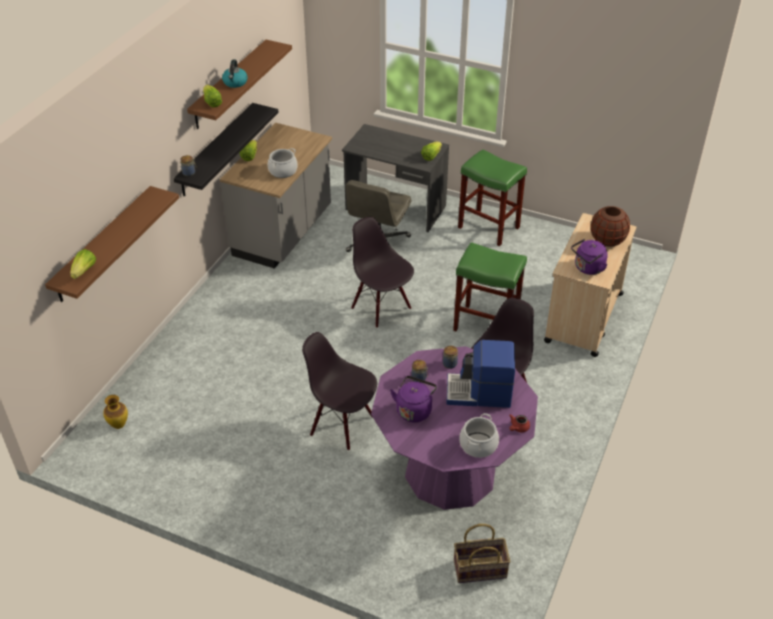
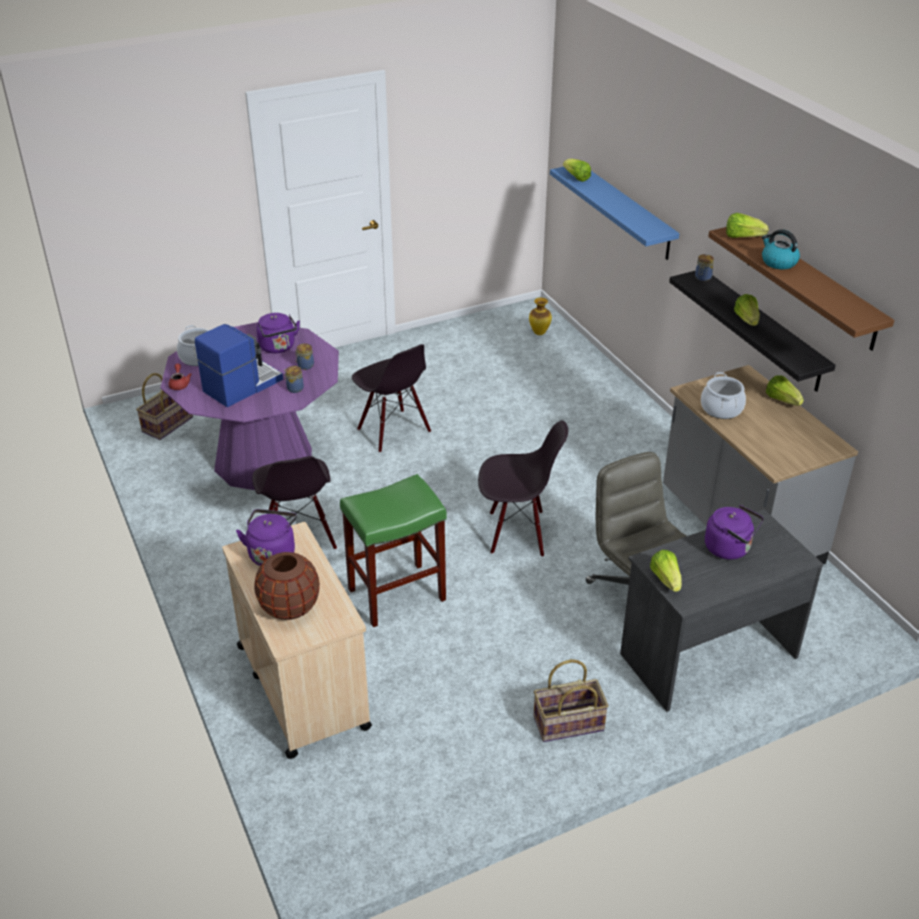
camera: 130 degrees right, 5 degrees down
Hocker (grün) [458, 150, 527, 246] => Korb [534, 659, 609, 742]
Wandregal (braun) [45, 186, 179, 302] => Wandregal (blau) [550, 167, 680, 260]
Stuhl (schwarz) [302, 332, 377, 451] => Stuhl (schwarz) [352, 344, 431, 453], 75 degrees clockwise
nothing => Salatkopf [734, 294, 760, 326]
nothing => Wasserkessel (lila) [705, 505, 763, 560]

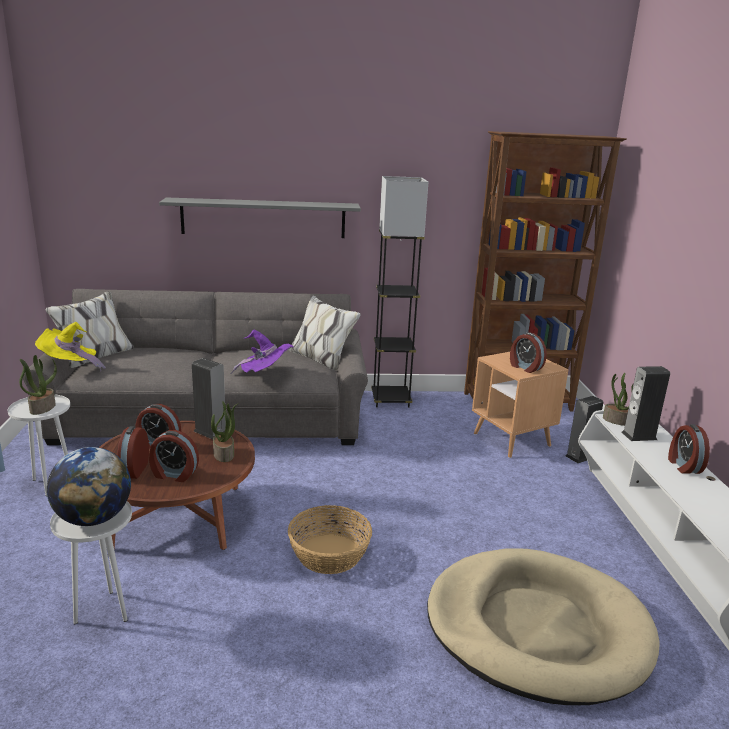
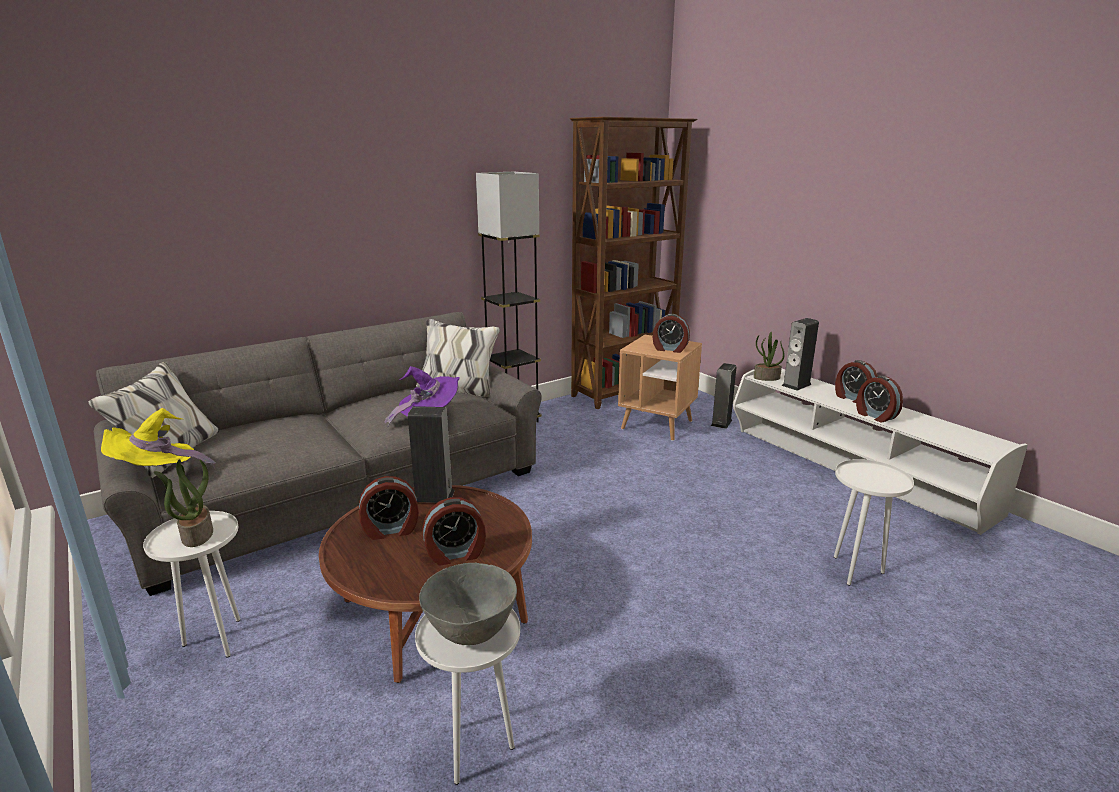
camera: 30 degrees left, 0 degrees up
Wandregal (grau) [159, 197, 361, 238] => nothing
Topfpflanze [211, 401, 238, 462] => nothing
Wecker [117, 426, 149, 479] => Wecker [856, 375, 903, 423], shifted
Globus [47, 447, 131, 526] => Schüssel (grau) [419, 563, 517, 645]
Korb [288, 505, 372, 574] => nothing
Hundebett (beige) [427, 548, 660, 705] => Beistelltisch (weiß) [834, 459, 914, 586]

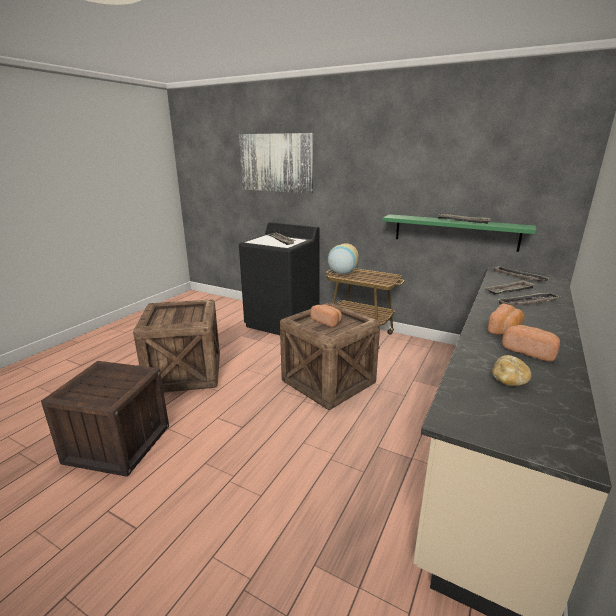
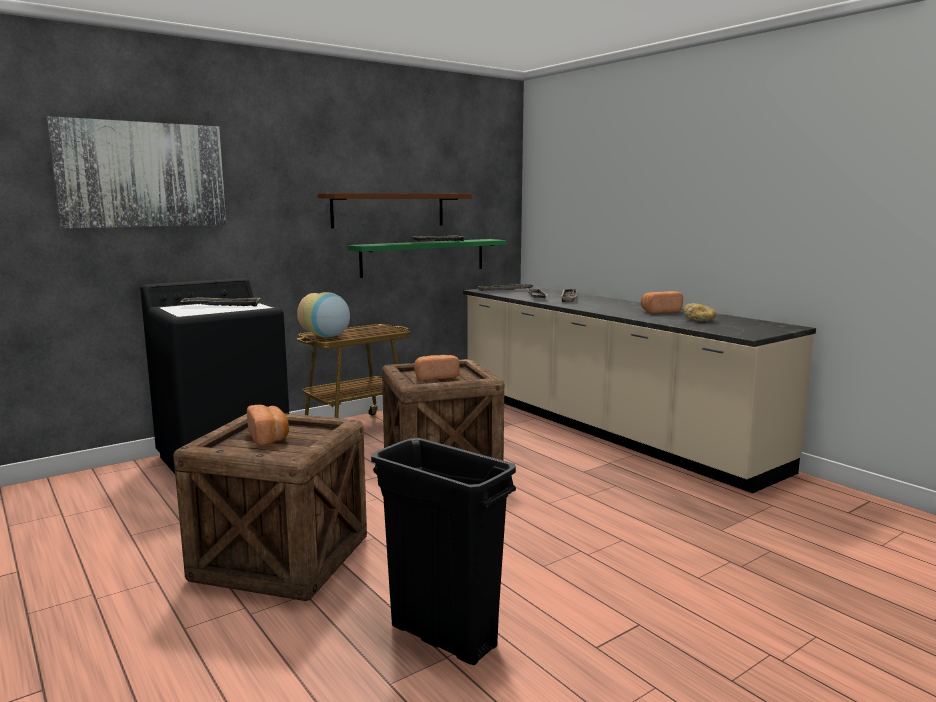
camera: 65 degrees left, 10 degrees down
Brot [488, 304, 525, 335] => Brot [247, 405, 289, 446], shifted
Kiste [41, 361, 169, 477] => Mülleimer (schwarz) [371, 438, 516, 665]
nothing => Wandregal (braun) [318, 193, 472, 228]

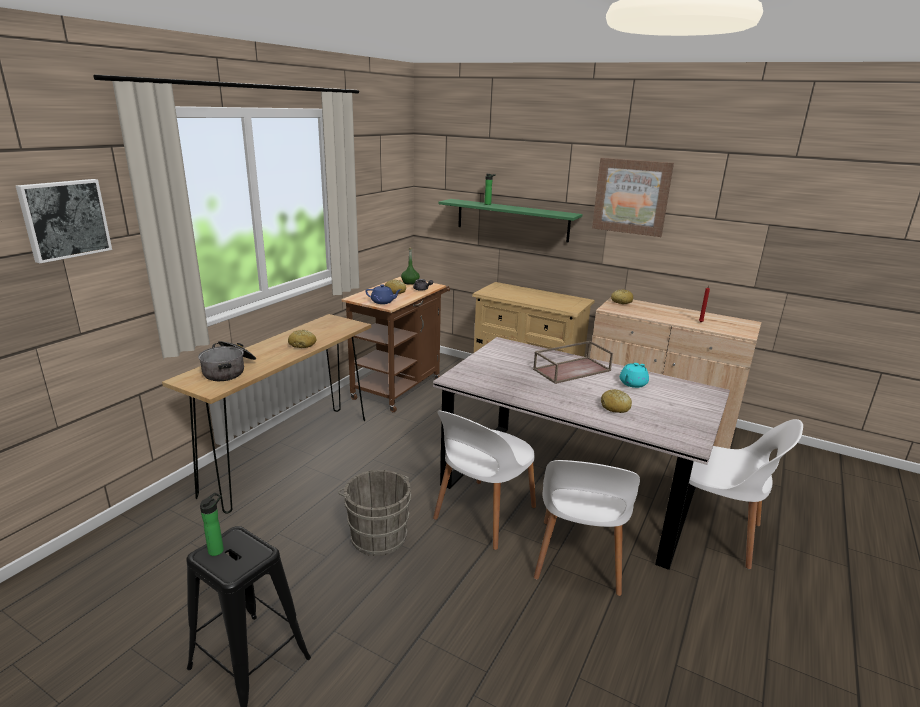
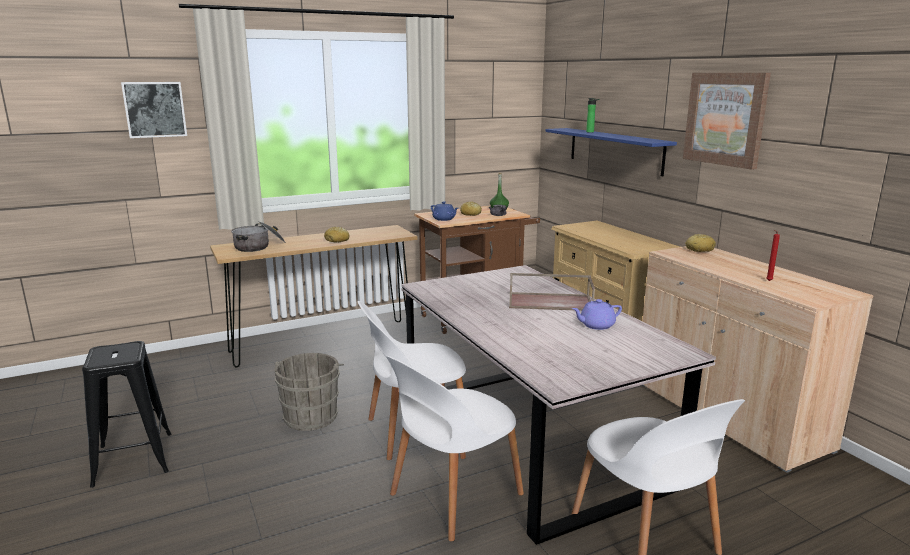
camera: 35 degrees right, 5 degrees down
Wandregal (grün) [438, 199, 582, 243] => Wandregal (blau) [546, 128, 677, 176]
Teekanne (türkis) [620, 363, 649, 388] => Teekanne (lila) [572, 299, 622, 330]
Brot [601, 389, 632, 413] => nothing
Flasche [200, 493, 224, 556] => nothing

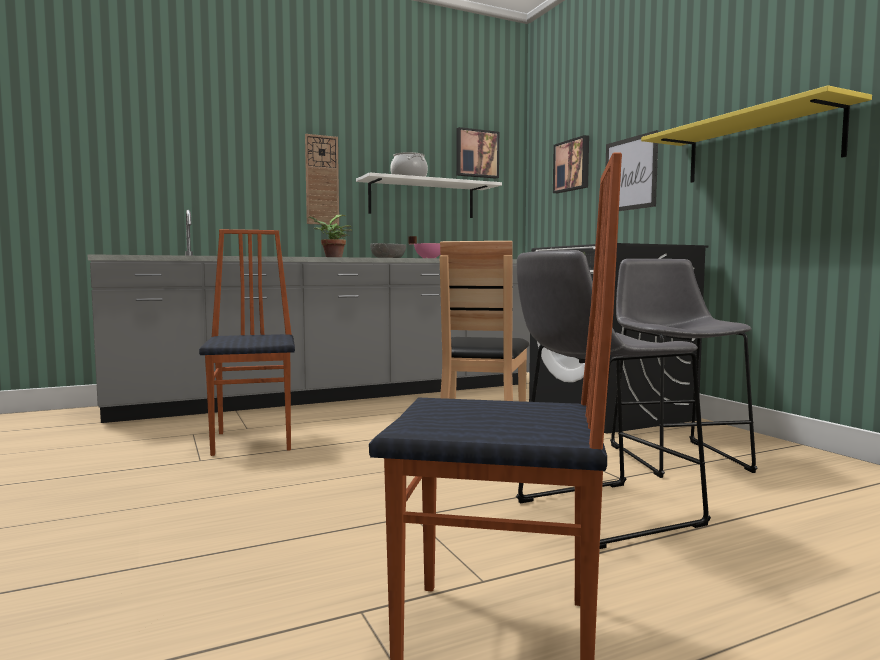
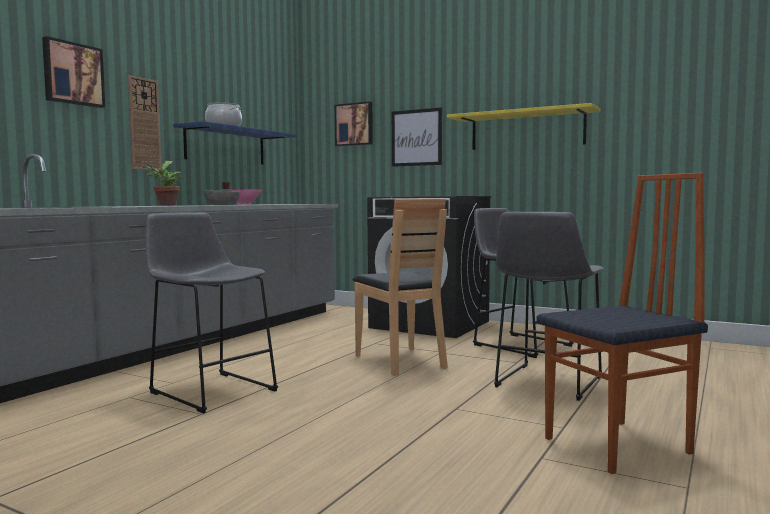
camera: 35 degrees left, 0 degrees up
Bild [456, 127, 499, 179] => Bild [42, 36, 105, 108], shifted
Wandregal (weiß) [356, 172, 502, 218] => Wandregal (blau) [173, 121, 297, 165]
Stuhl [199, 229, 295, 456] => Hocker (grau) [145, 212, 278, 414]

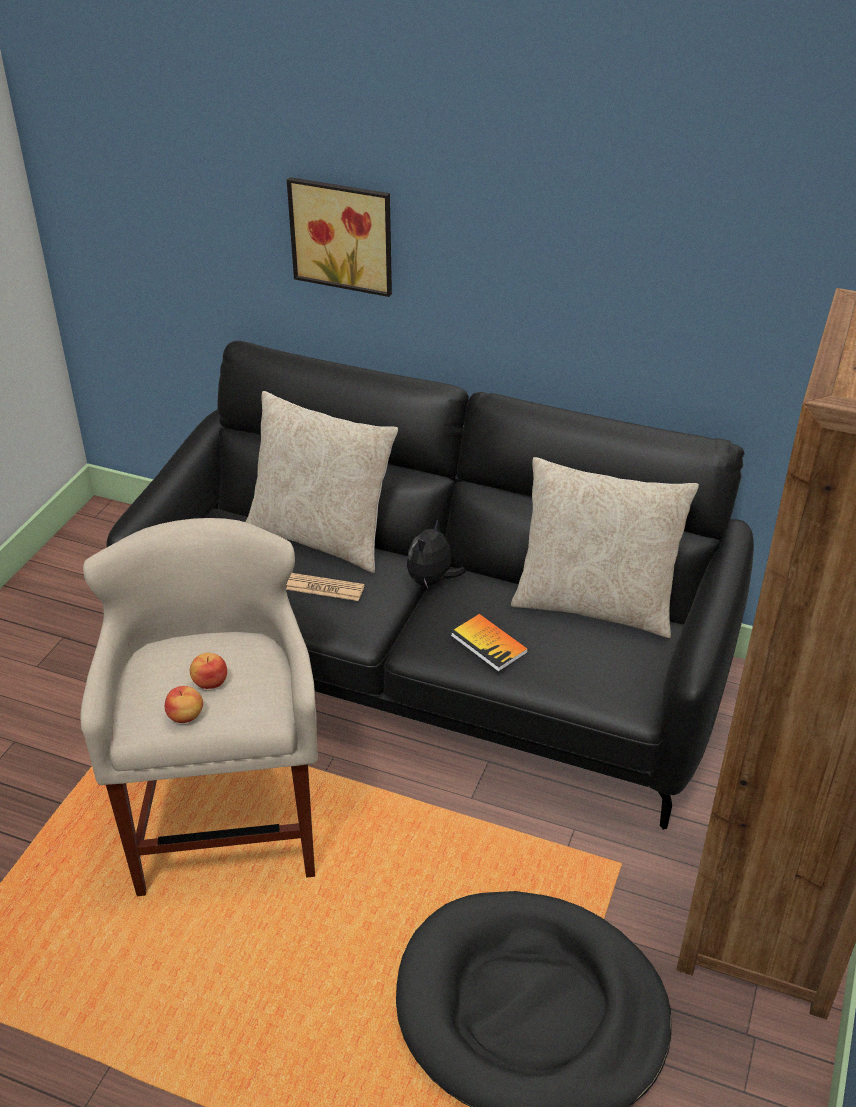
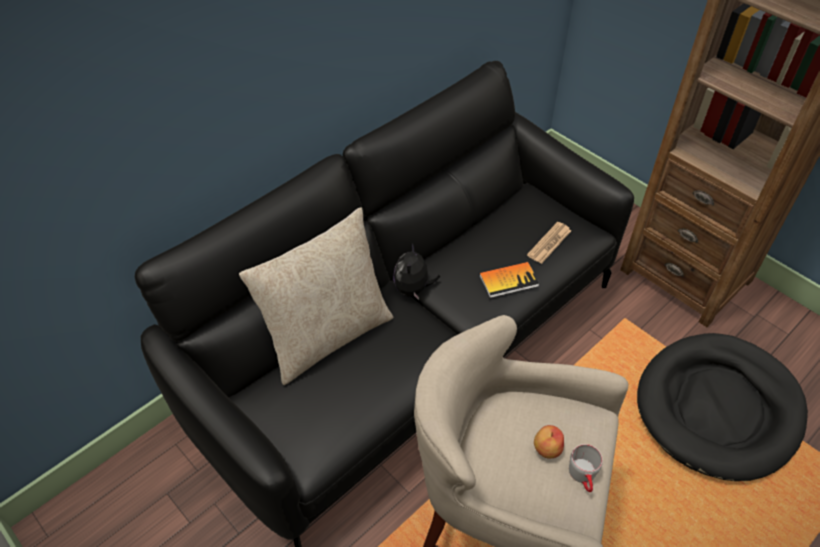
camera: 65 degrees left, 10 degrees up
Bild [287, 177, 392, 297] => nothing
Kissen (beige) [511, 457, 699, 638] => nothing
Plüschtier [407, 519, 466, 588] => Plüschtier [394, 243, 440, 300], 45 degrees clockwise
Zeitung [286, 573, 364, 601] => Zeitung [527, 222, 571, 264], shifted
Apfel [165, 686, 203, 723] => Henkelbecher (grau) [569, 444, 603, 492]

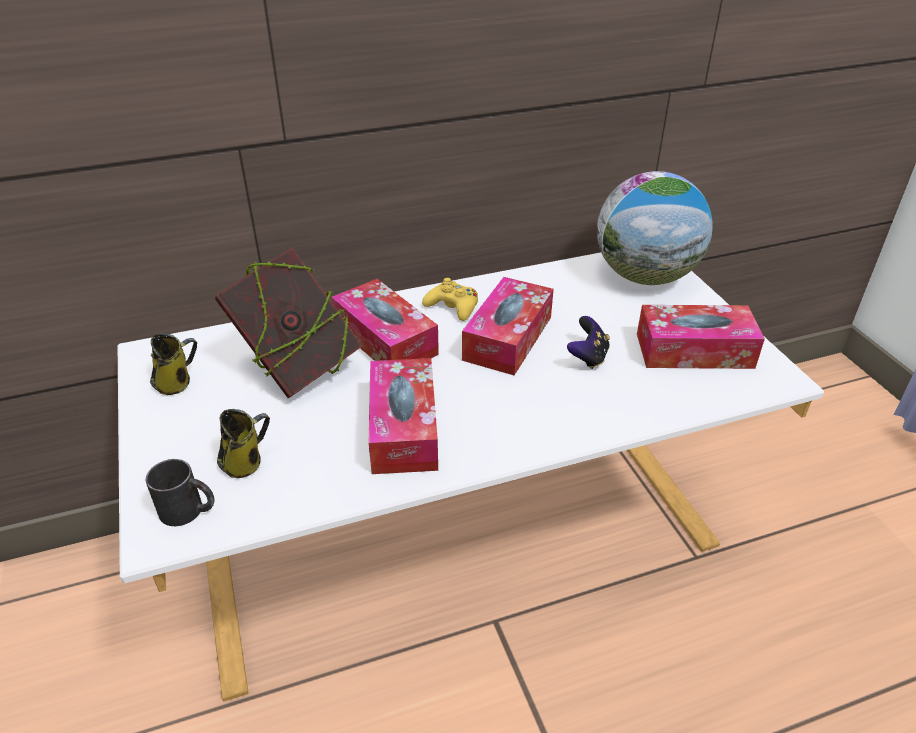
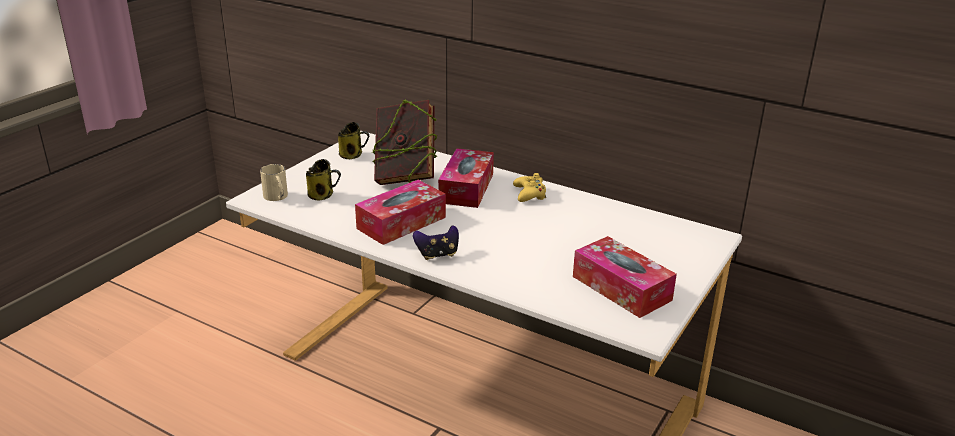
camera: 50 degrees right, 10 degrees down
Globus [597, 171, 713, 285] => nothing
Taschentuchbox [462, 277, 554, 375] => nothing
Gamepad [567, 316, 610, 369] => Gamepad [413, 225, 459, 260], shifted
Henkelbecher (schwarz) [146, 459, 215, 526] => Henkelbecher (beige) [260, 164, 288, 201]

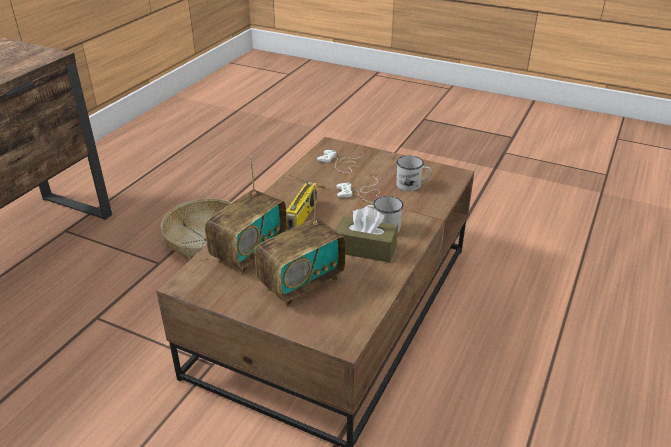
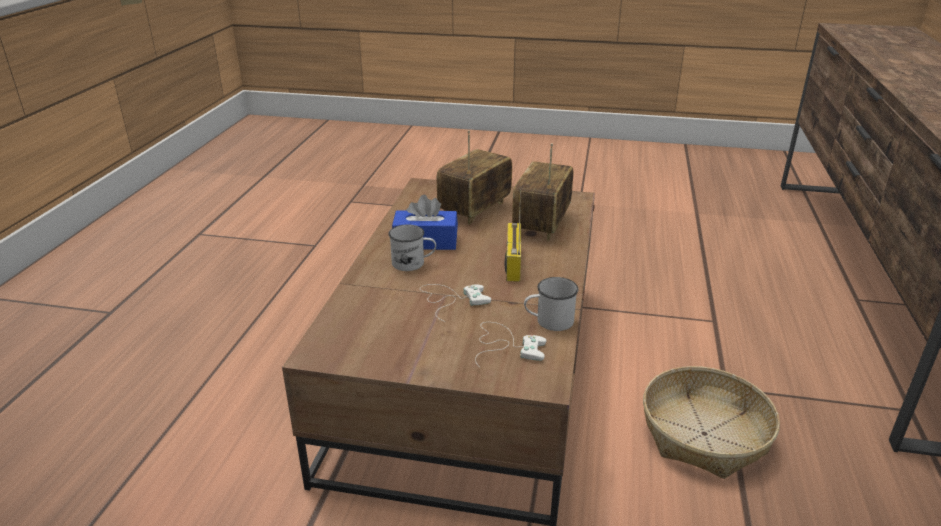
camera: 165 degrees right, 5 degrees down
Henkelbecher (weiß) [396, 155, 432, 191] => Henkelbecher (weiß) [524, 277, 579, 331], shifted
Taschentuchbox (braun) [336, 207, 398, 262] => Taschentuchbox (blau) [392, 195, 458, 250]

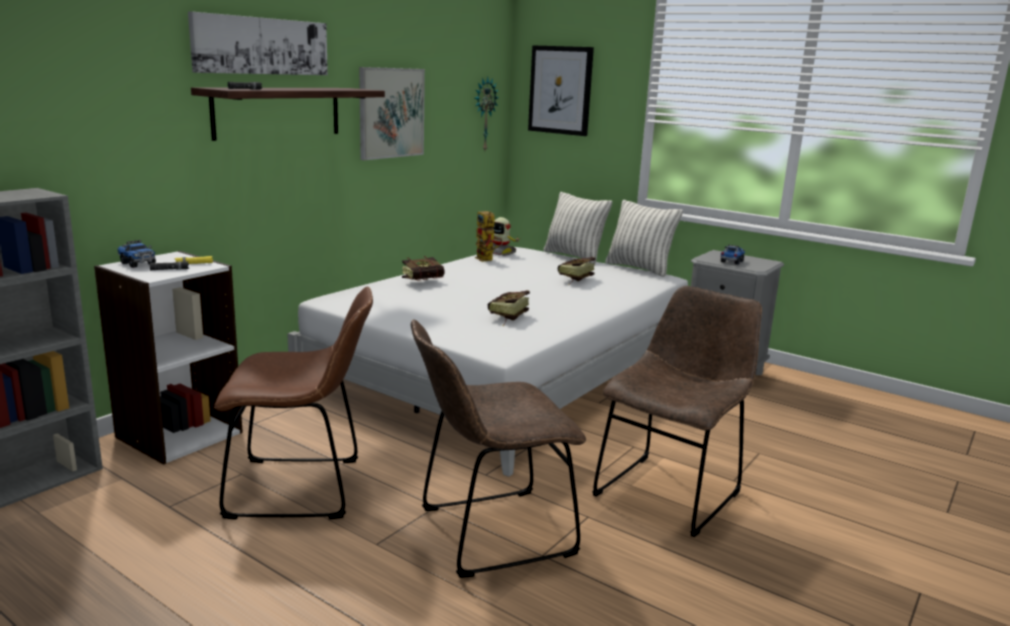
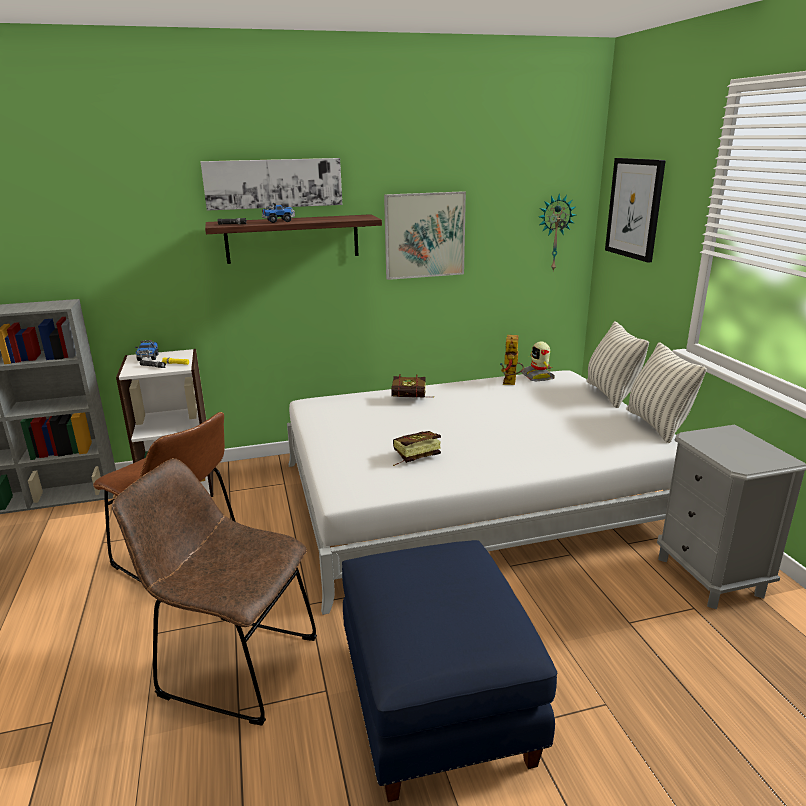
camera: 40 degrees right, 5 degrees up
Spielzeuglaster [720, 244, 745, 265] => Spielzeuglaster [262, 203, 295, 223], shifted
Buch [558, 257, 595, 285] => nothing
Stuhl (braun) [592, 286, 762, 537] => Polsterhocker (blau) [342, 540, 557, 802]

